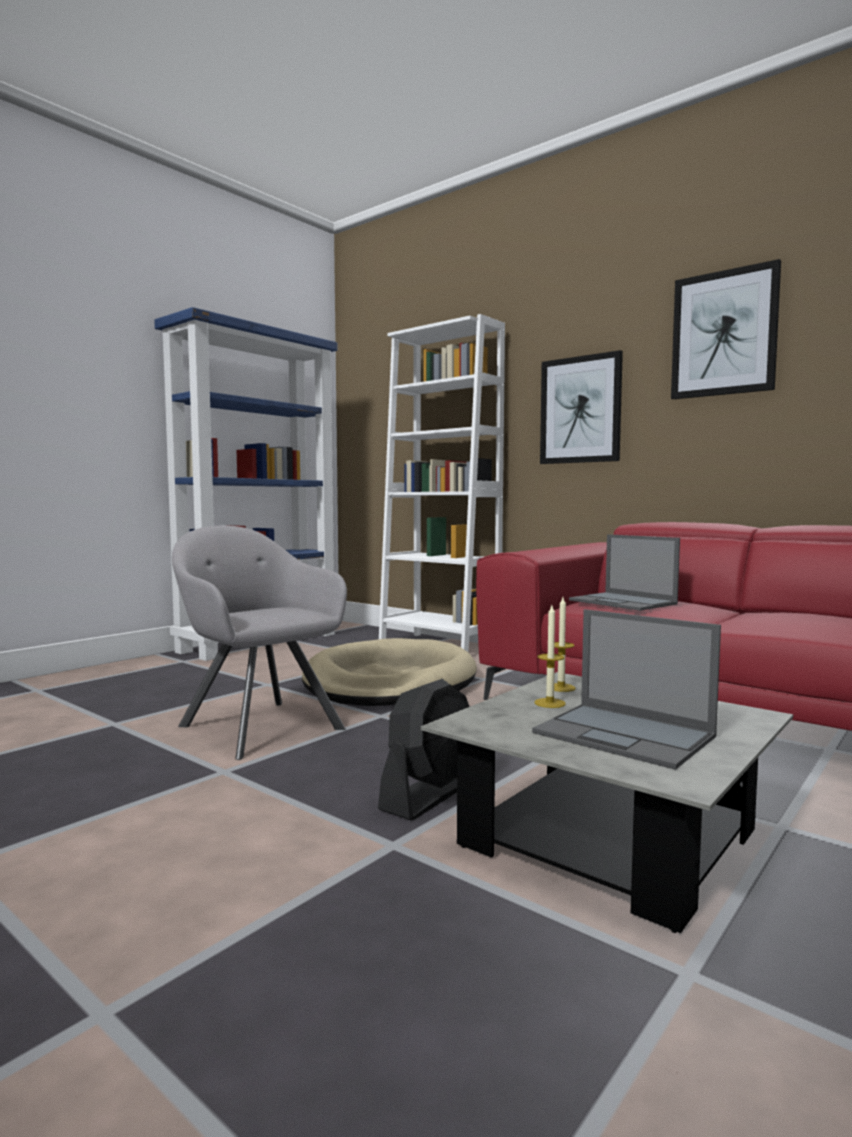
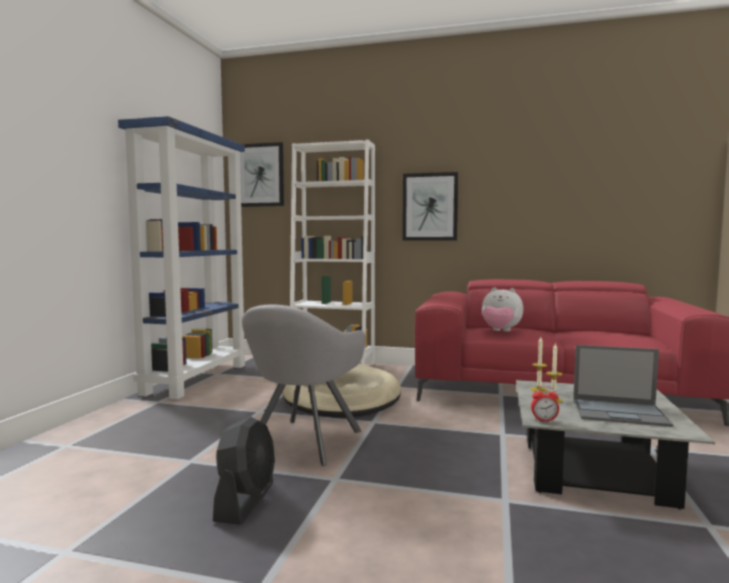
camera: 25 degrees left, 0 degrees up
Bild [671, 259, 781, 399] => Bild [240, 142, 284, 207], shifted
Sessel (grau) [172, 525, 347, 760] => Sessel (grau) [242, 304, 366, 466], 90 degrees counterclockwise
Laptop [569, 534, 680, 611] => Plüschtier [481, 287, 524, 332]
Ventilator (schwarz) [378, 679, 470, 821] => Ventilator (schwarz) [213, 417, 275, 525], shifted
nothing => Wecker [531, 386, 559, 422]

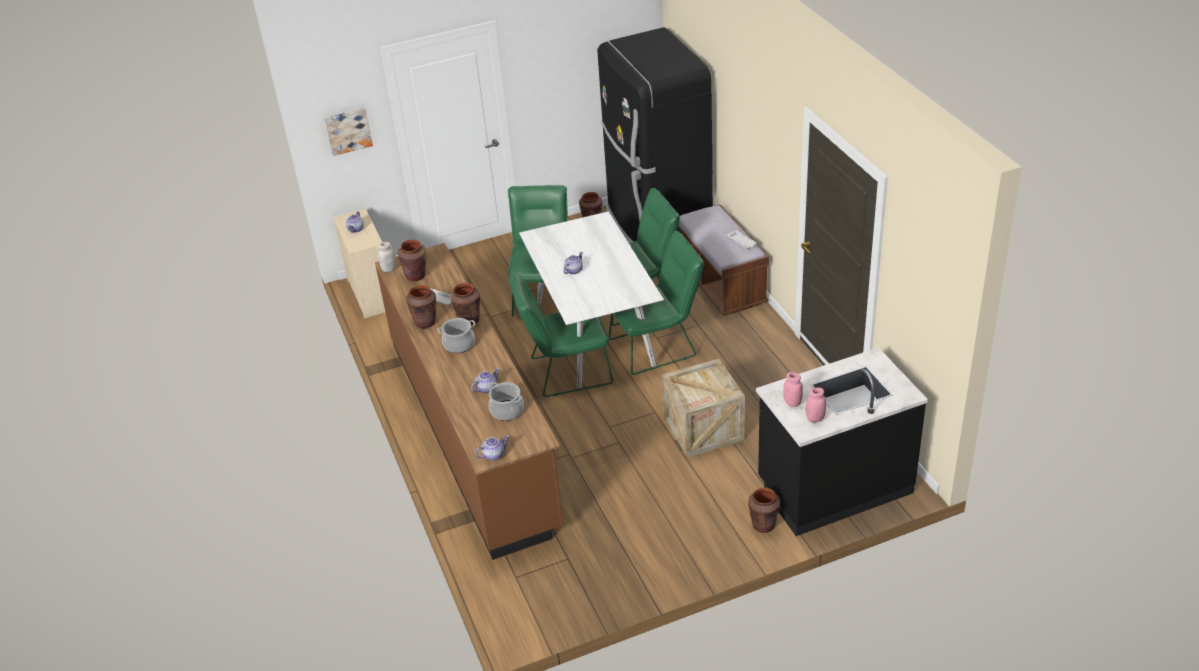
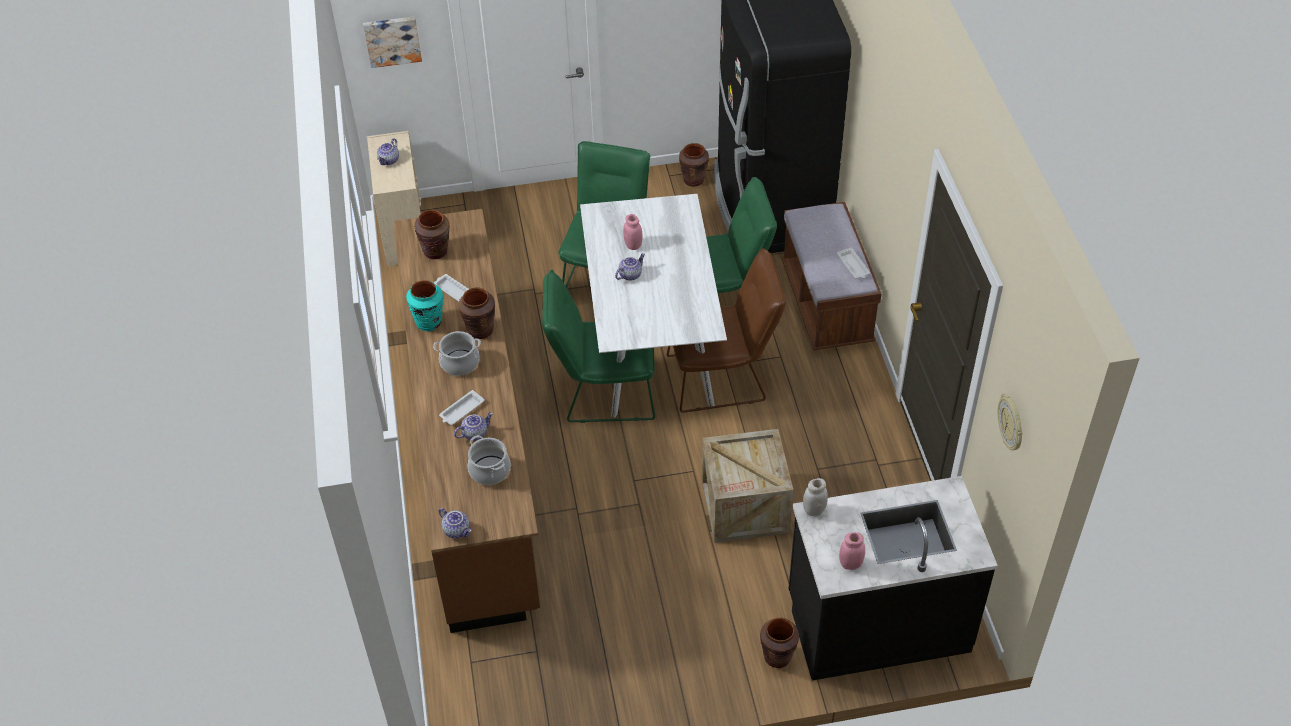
camera: 10 degrees right, 10 degrees up
Stuhl (grün) [609, 231, 704, 375] => Stuhl (braun) [667, 249, 786, 413]
Vorratsglas (weiß) [378, 242, 396, 272] => Vorratsglas (weiß) [803, 478, 828, 516], shifted
Vase (braun) [406, 285, 436, 328] => Vase (türkis) [406, 280, 443, 331]
Vorratsglas (rosa) [783, 372, 803, 407] => Vorratsglas (rosa) [623, 214, 642, 250], shifted
Teekanne [475, 435, 509, 461] => Teekanne [438, 508, 471, 538], 60 degrees clockwise
nothing => Tablett (weiß) [439, 390, 485, 425]
nothing => Wanduhr [998, 394, 1023, 450]

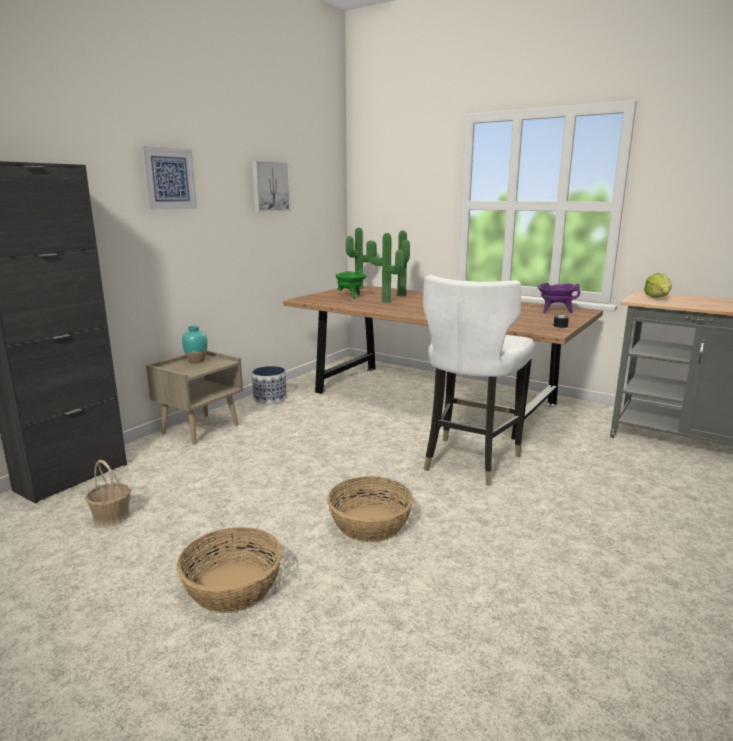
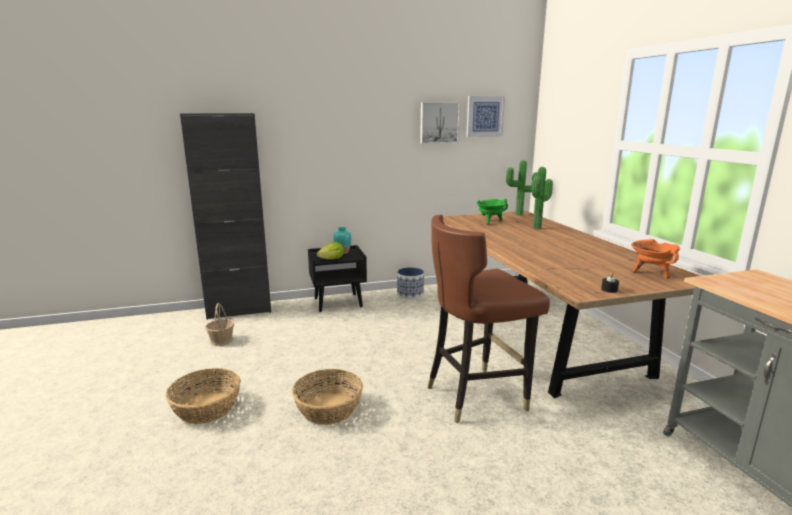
camera: 40 degrees right, 0 degrees up
Bild [140, 146, 197, 210] => Bild [466, 96, 505, 137], shifted
Topfpflanze [368, 233, 404, 303] => nothing
Salatkopf [644, 273, 672, 298] => Salatkopf [317, 242, 344, 259], shifted
Stuhl (weiß) [423, 275, 535, 486] => Stuhl (braun) [428, 215, 550, 423]
Kochtopf (lila) [537, 282, 580, 313] => Kochtopf (orange) [631, 239, 680, 279]
Nachttisch (beige) [146, 351, 243, 445] => Nachttisch (schwarz) [308, 245, 367, 312]

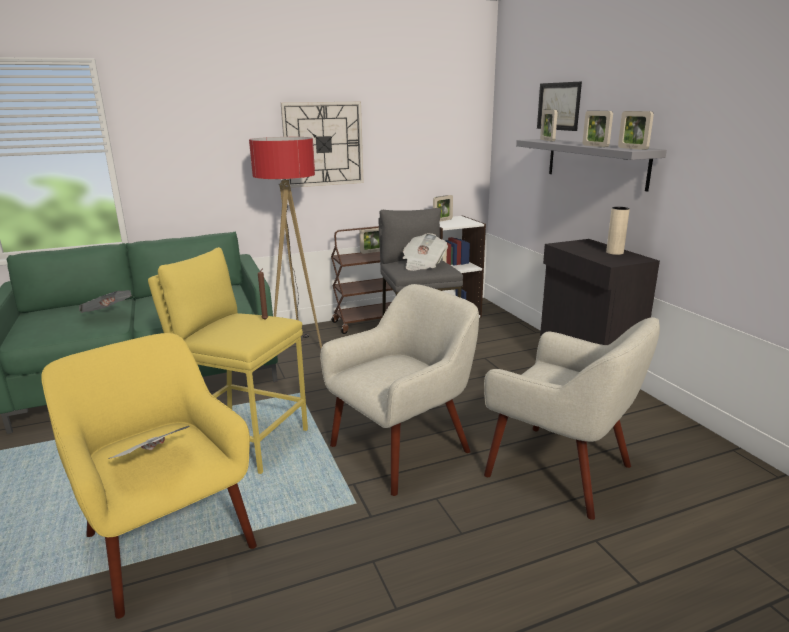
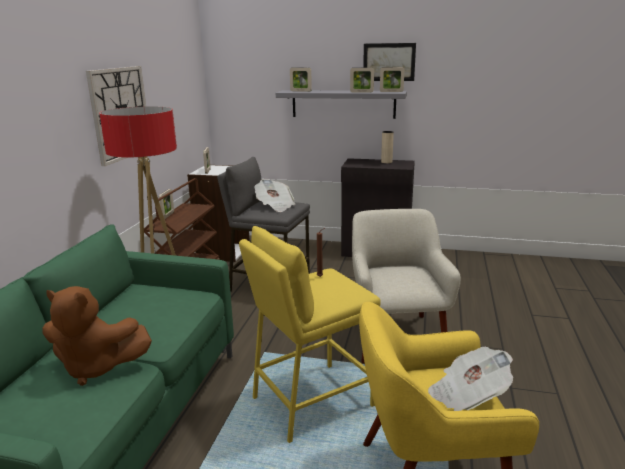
camera: 55 degrees left, 0 degrees up
Bild [537, 82, 582, 131] => Bild [363, 43, 416, 81], shifted
Zeitung [79, 290, 132, 313] => Plüschtier (braun) [42, 286, 152, 386]
Sessel (beige) [484, 317, 660, 520] => nothing

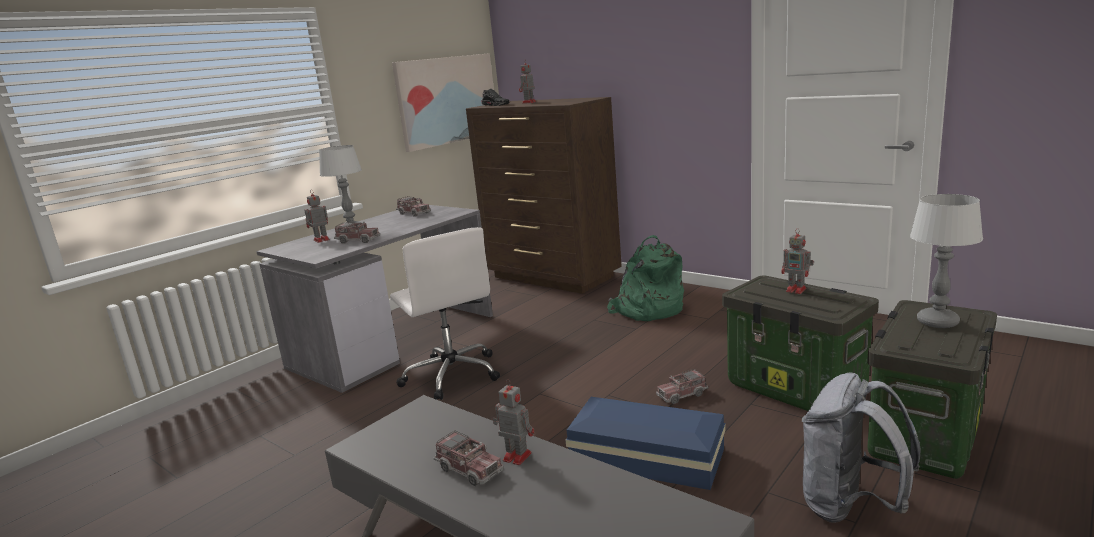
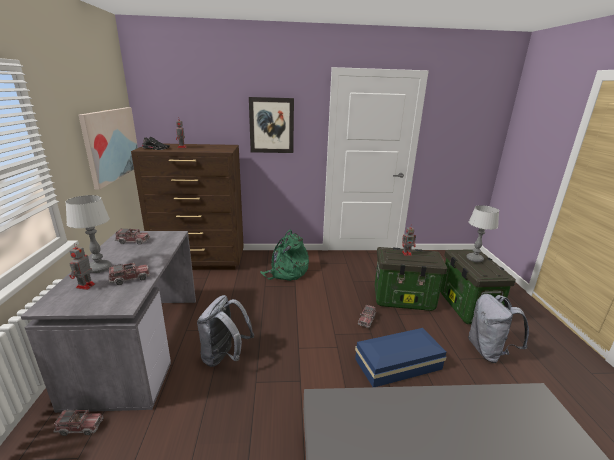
camera: 45 degrees left, 5 degrees up
Bürostuhl (weiß) [390, 227, 500, 400] => Rucksack (grau) [197, 295, 254, 367]
Spielzeugroboter [493, 379, 534, 465] => nothing
Spielzeuglaster [434, 430, 504, 486] => Spielzeuglaster [53, 410, 104, 436], shifted
nothing => Bild [249, 97, 294, 153]

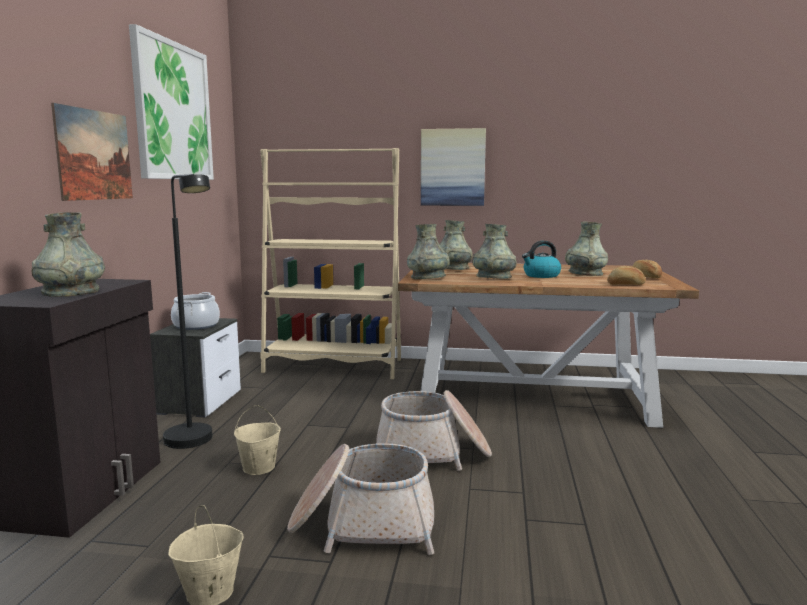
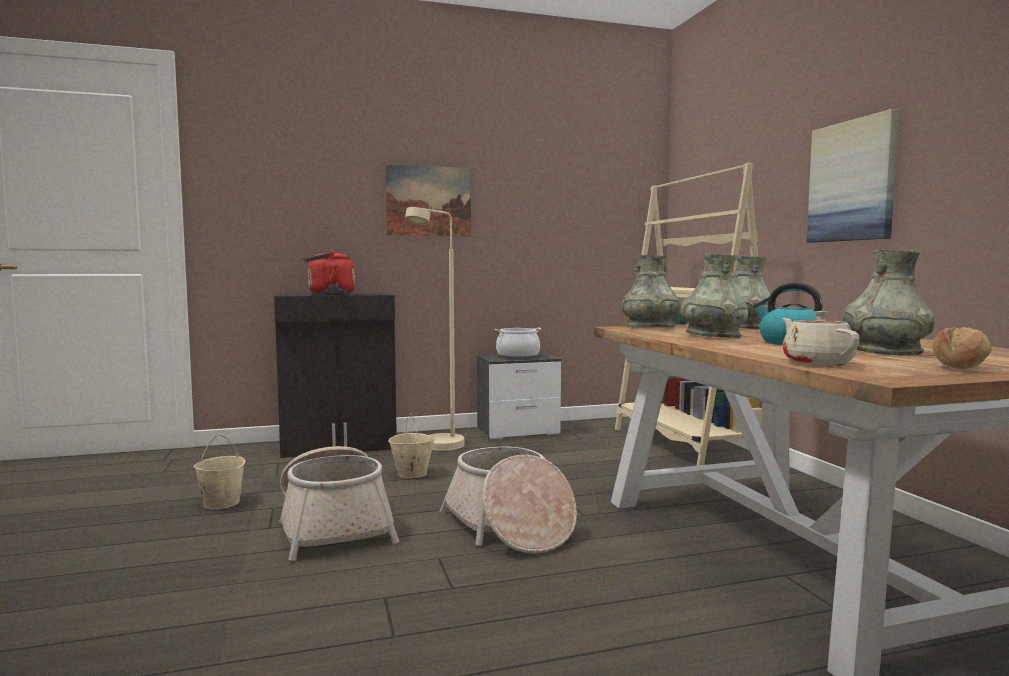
camera: 65 degrees right, 5 degrees down
Bild [129, 24, 214, 180] => nothing
Stehlampe (schwarz) [163, 174, 213, 449] => Stehlampe (beige) [405, 207, 464, 451]
Vase (grau) [32, 212, 105, 297] => Wasserkessel (rot) [303, 250, 355, 295]
Brot [607, 266, 646, 285] => Teekanne (beige) [782, 311, 860, 366]

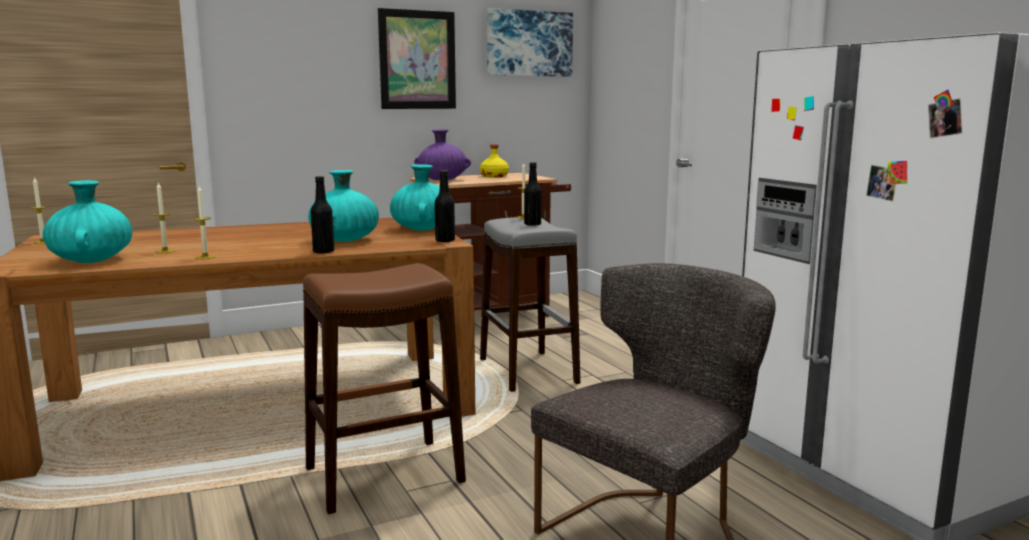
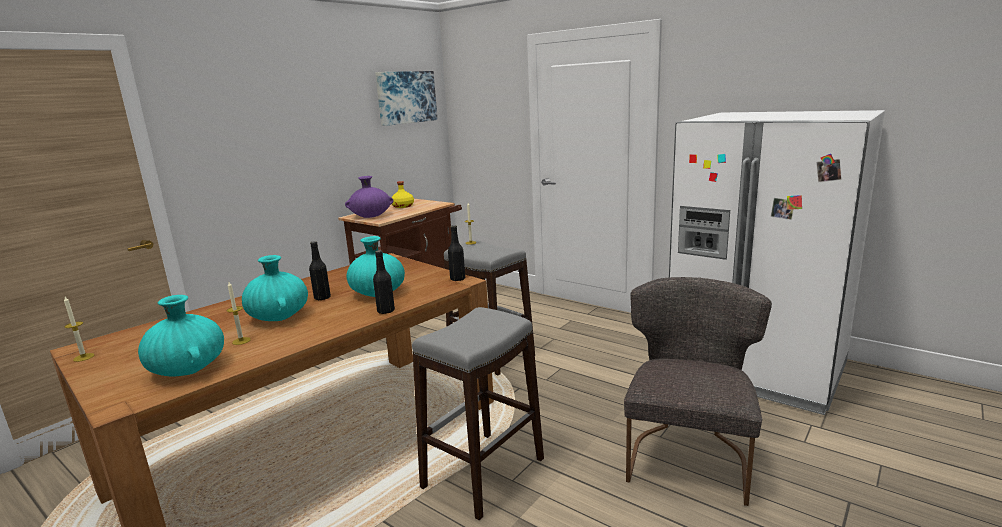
camera: 25 degrees left, 5 degrees up
Bild [378, 8, 456, 109] => nothing
Flasche (schwarz) [524, 162, 542, 226] => Flasche (schwarz) [309, 241, 331, 300], shifted
Vase (türkis) [390, 164, 440, 231] => Vase (türkis) [242, 255, 308, 321], shifted
Kerze [193, 186, 216, 259] => nothing
Hocker (braun) [303, 263, 466, 514] => Hocker (grau) [412, 307, 544, 520]

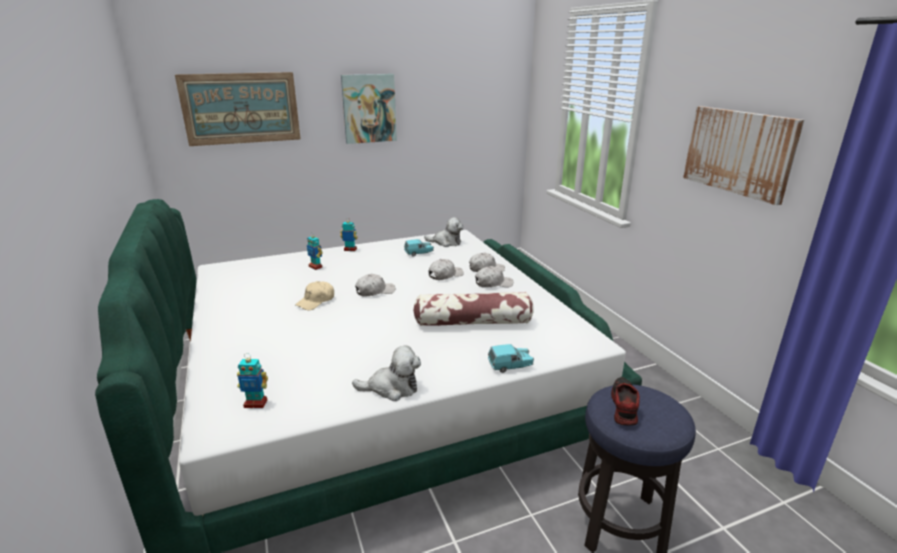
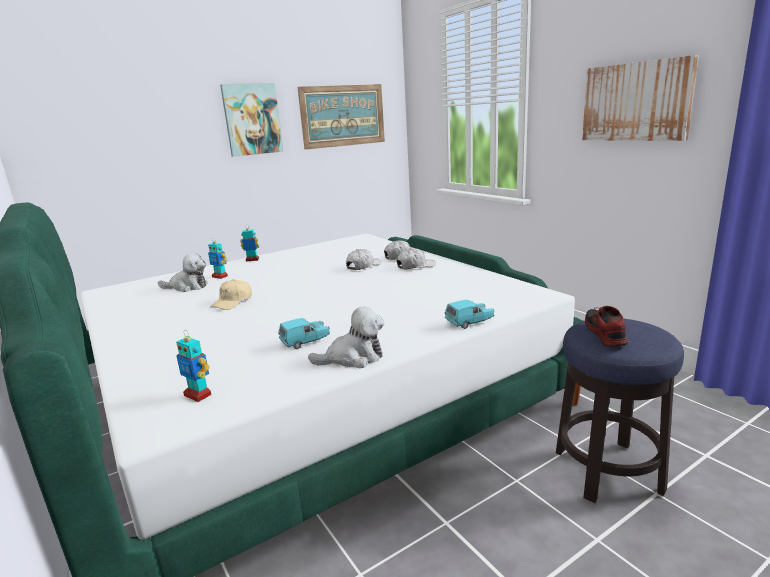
camera: 10 degrees left, 5 degrees down
Bild [175, 72, 301, 146] => Bild [298, 84, 385, 150], shifted
Plüschtier [424, 217, 463, 247] => Plüschtier [158, 253, 208, 292], shifted
Spielzeugauto (türkis) [404, 239, 434, 257] => Spielzeugauto (türkis) [278, 318, 330, 349], shifted
Kappe (weiß) [355, 274, 395, 297] => nothing
Kissen [413, 292, 534, 326] => nothing
Spielzeugroboter [237, 353, 268, 408] => Spielzeugroboter [176, 334, 211, 402], 45 degrees clockwise

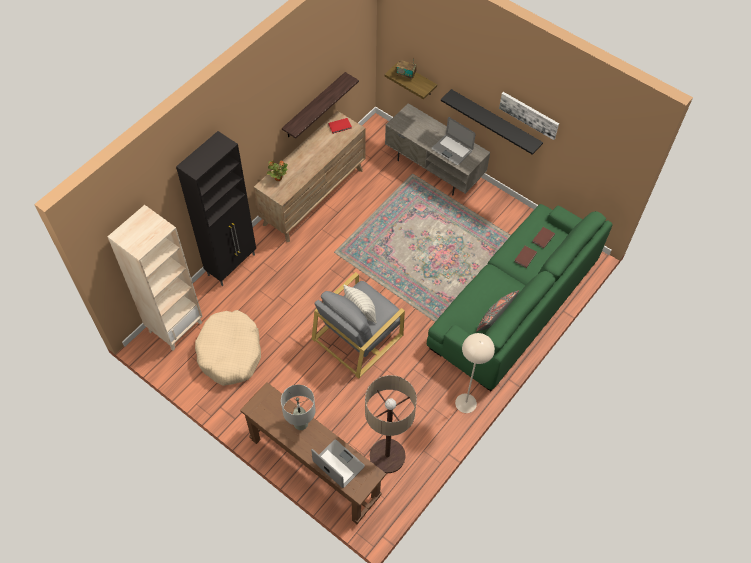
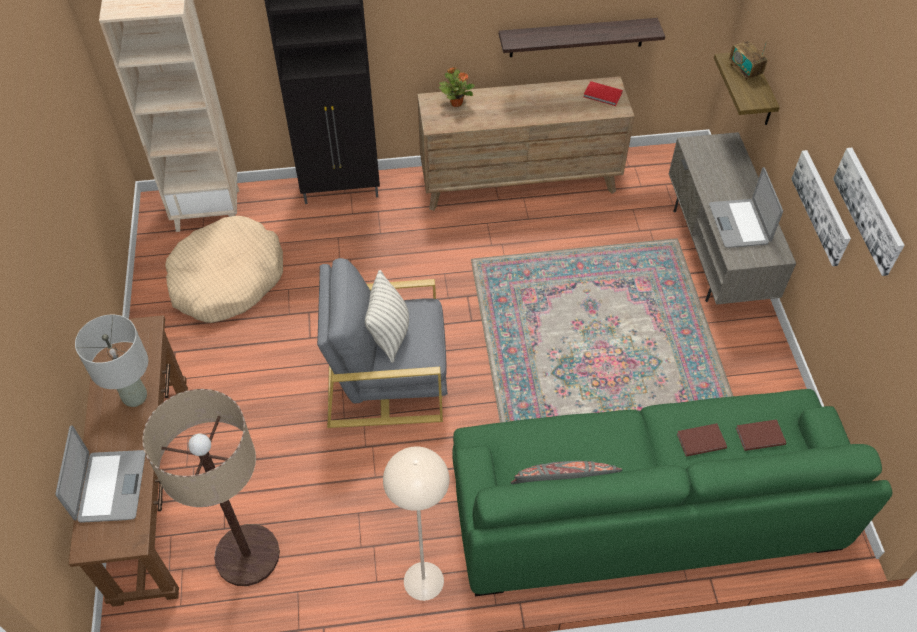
camera: 45 degrees right, 5 degrees down
Wandregal (schwarz) [441, 89, 543, 155] => Bild [791, 150, 851, 266]

